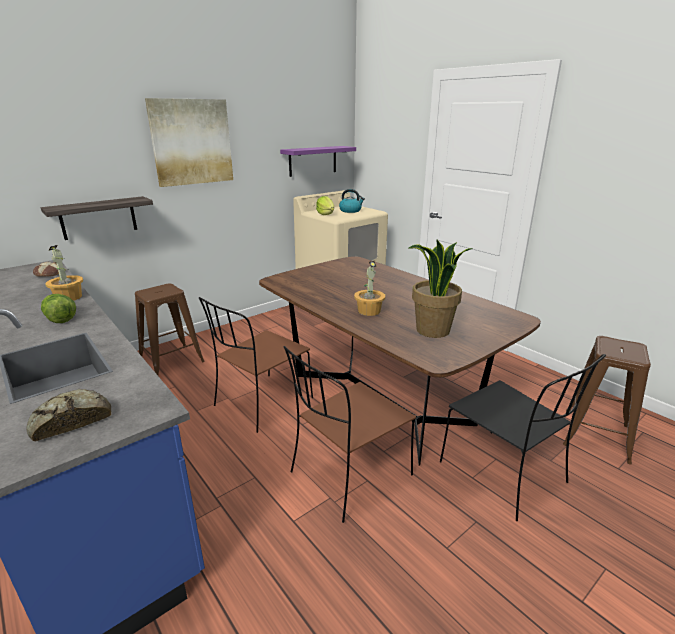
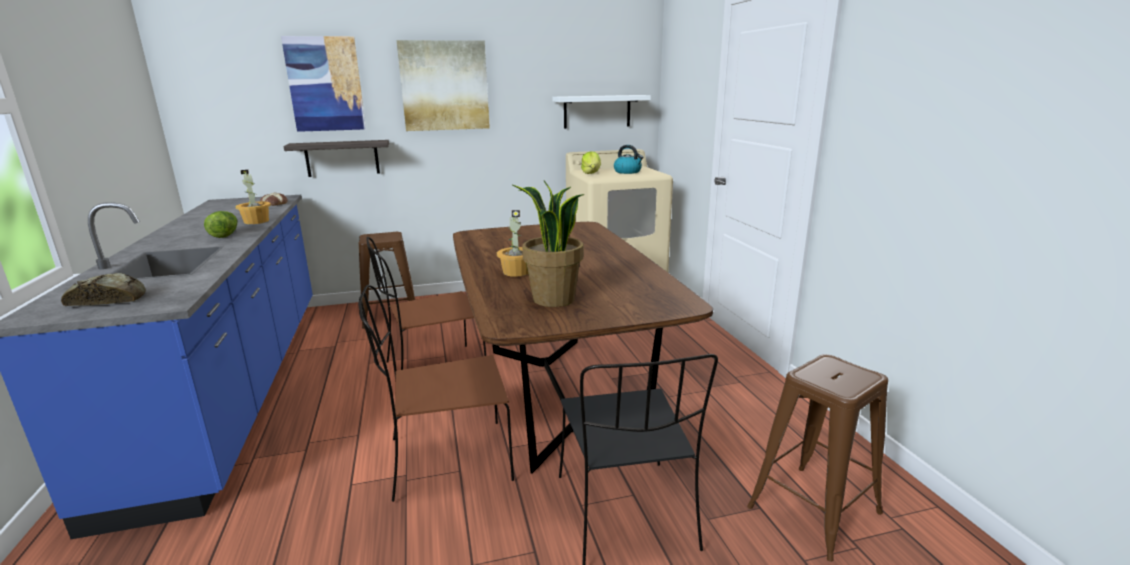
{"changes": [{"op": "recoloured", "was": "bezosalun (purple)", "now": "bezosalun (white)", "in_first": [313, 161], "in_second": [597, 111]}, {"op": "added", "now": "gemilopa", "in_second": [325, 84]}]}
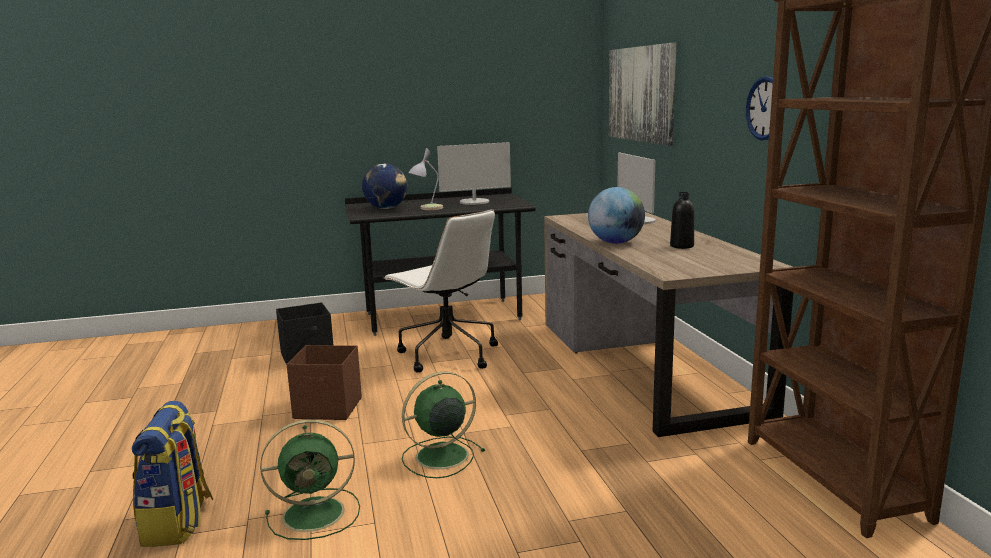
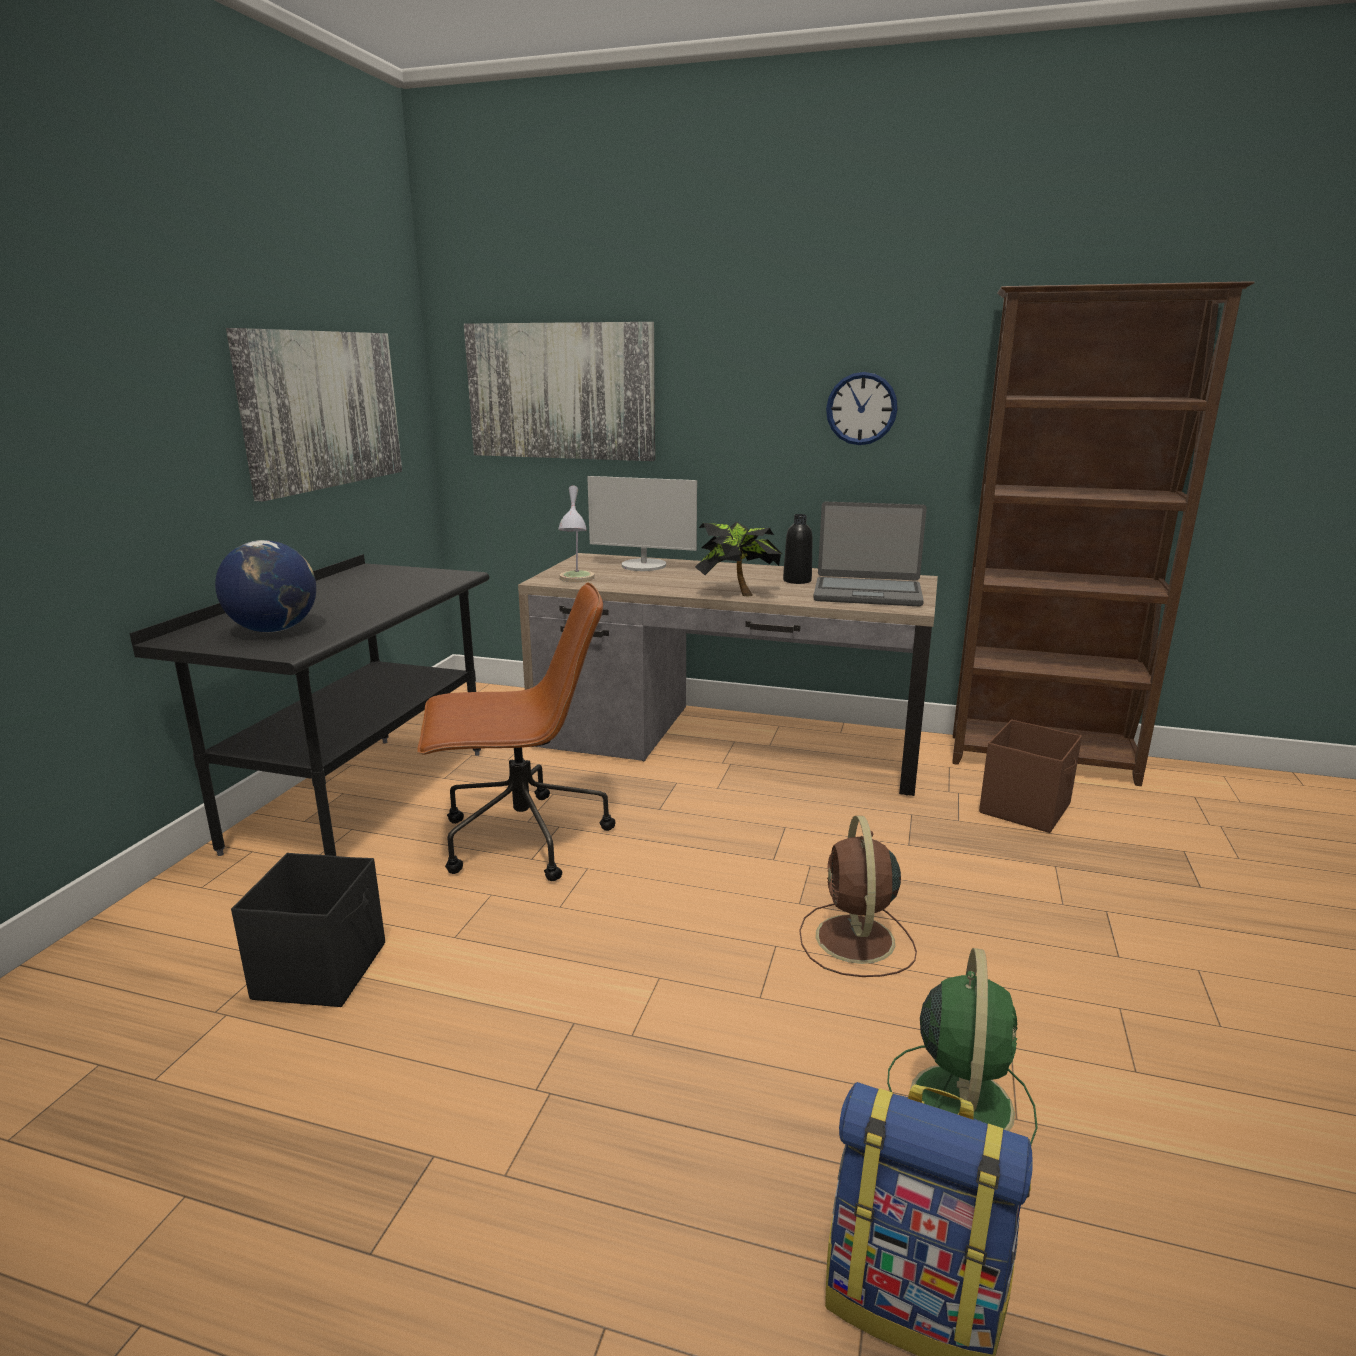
{"changes": [{"op": "moved", "was": "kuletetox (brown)", "in_first": [329, 408], "in_second": [1026, 808]}, {"op": "recoloured", "was": "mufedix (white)", "now": "mufedix (brown)", "in_first": [447, 354], "in_second": [521, 839]}, {"op": "recoloured", "was": "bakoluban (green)", "now": "bakoluban (brown)", "in_first": [439, 457], "in_second": [855, 941]}, {"op": "moved", "was": "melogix", "in_first": [426, 208], "in_second": [576, 580]}, {"op": "removed", "was": "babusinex", "in_first": [474, 202]}, {"op": "replaced", "was": "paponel", "now": "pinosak", "in_first": [615, 242], "in_second": [737, 593]}, {"op": "added", "now": "gemilopa", "in_second": [323, 410]}, {"op": "added", "now": "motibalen", "in_second": [867, 593]}]}
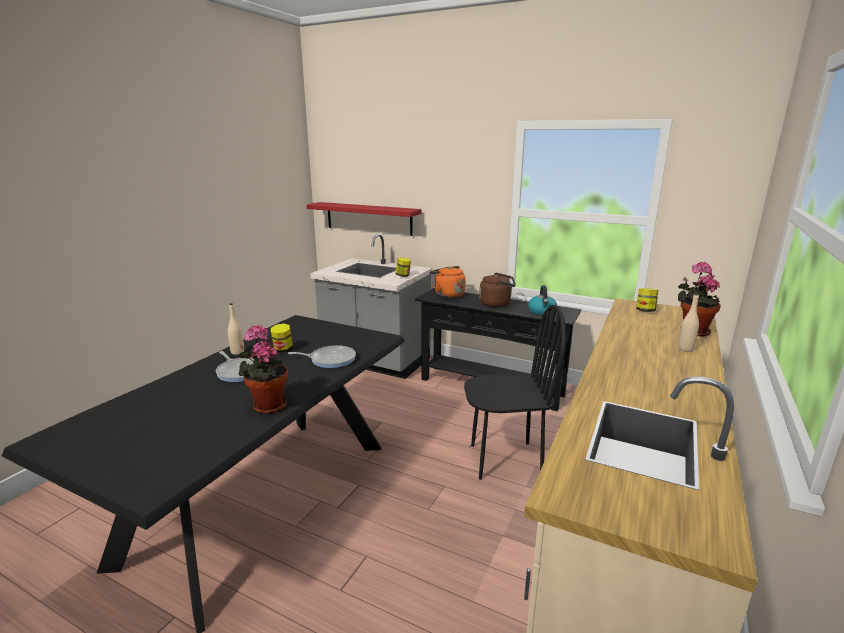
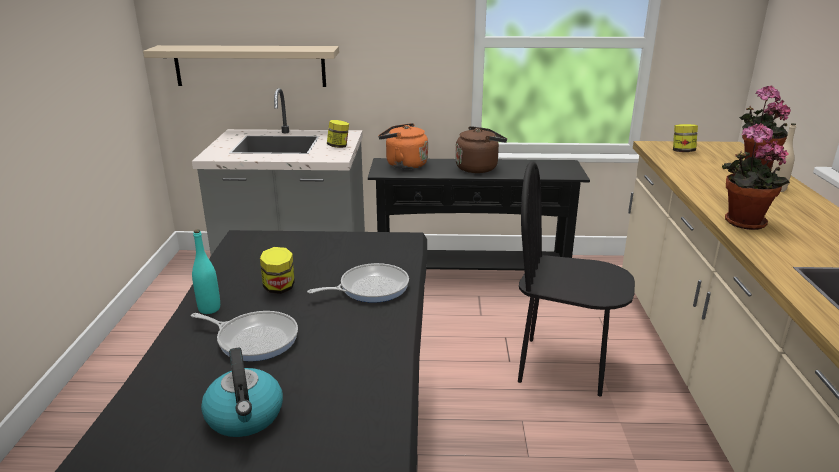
{"changes": [{"op": "recoloured", "was": "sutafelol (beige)", "now": "sutafelol (turquoise)", "in_first": [237, 352], "in_second": [209, 309]}, {"op": "moved", "was": "pinosak", "in_first": [267, 405], "in_second": [741, 222]}, {"op": "recoloured", "was": "bezosalun (red)", "now": "bezosalun (beige)", "in_first": [368, 218], "in_second": [250, 66]}, {"op": "turned", "was": "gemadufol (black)", "in_first": [505, 460], "in_second": [562, 366], "clockwise": -135}, {"op": "moved", "was": "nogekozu", "in_first": [542, 311], "in_second": [245, 417]}]}
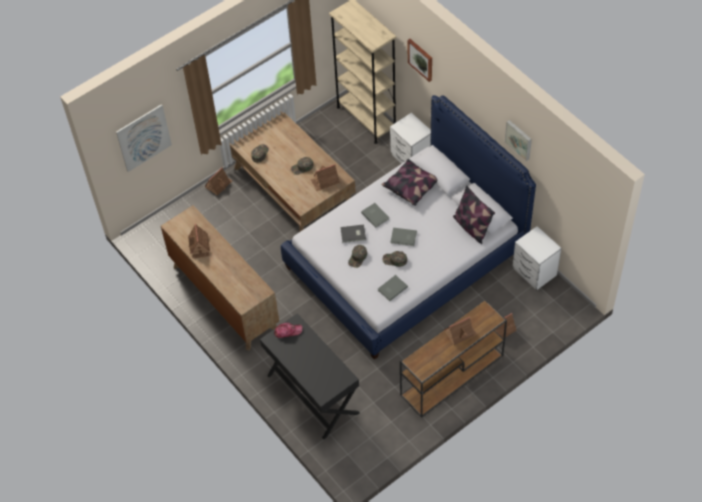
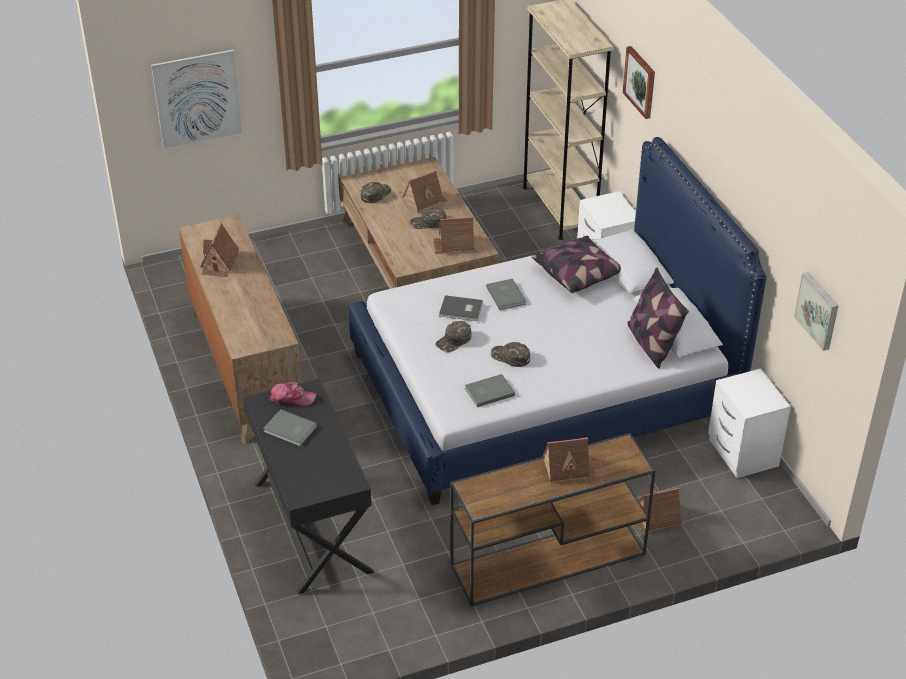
{"changes": [{"op": "moved", "was": "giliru", "in_first": [218, 185], "in_second": [425, 201]}, {"op": "moved", "was": "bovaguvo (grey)", "in_first": [404, 238], "in_second": [290, 430]}, {"op": "moved", "was": "gemilopa", "in_first": [519, 139], "in_second": [818, 310]}]}
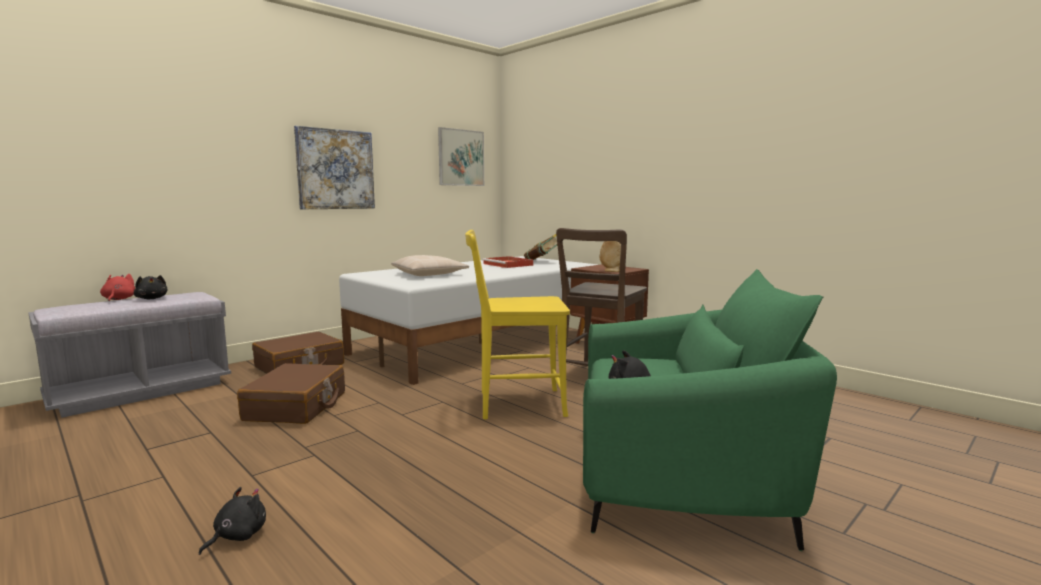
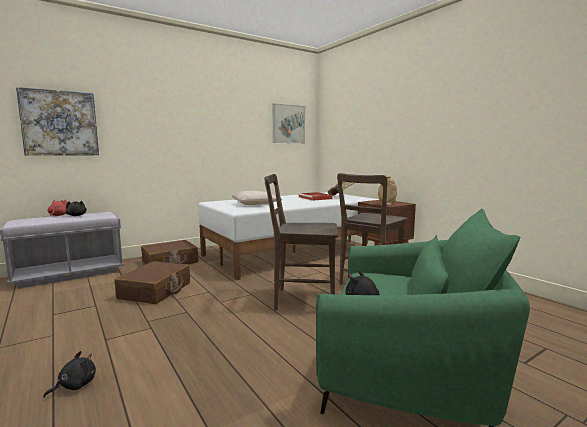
{"changes": [{"op": "moved", "was": "gemilopa", "in_first": [335, 169], "in_second": [60, 123]}, {"op": "recoloured", "was": "gemadufol (yellow)", "now": "gemadufol (brown)", "in_first": [516, 404], "in_second": [301, 299]}]}
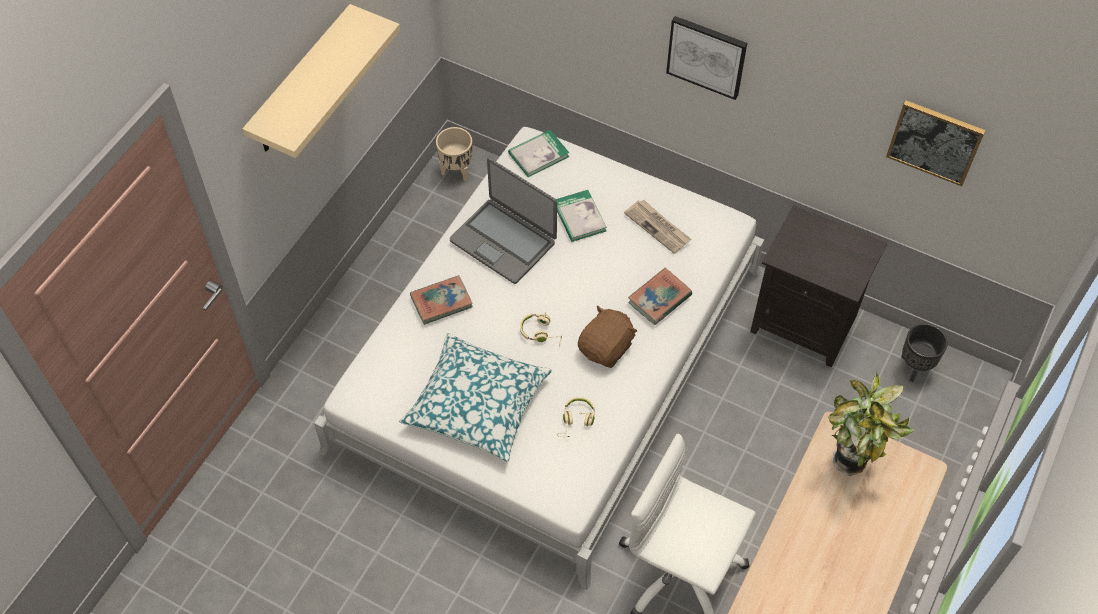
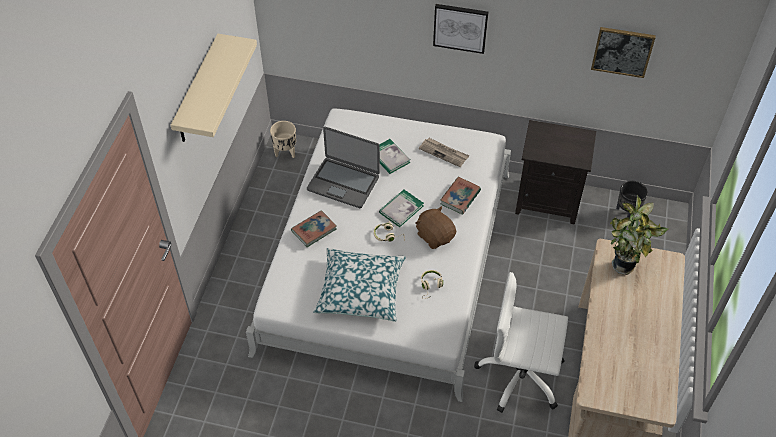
{"changes": [{"op": "moved", "was": "bovaguvo", "in_first": [538, 155], "in_second": [401, 209]}, {"op": "turned", "was": "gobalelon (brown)", "in_first": [606, 348], "in_second": [435, 236], "clockwise": -60}]}
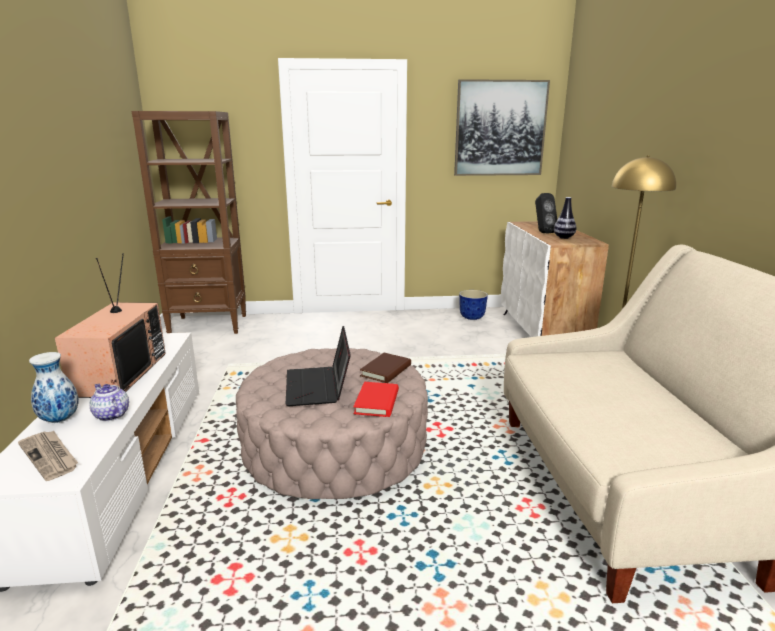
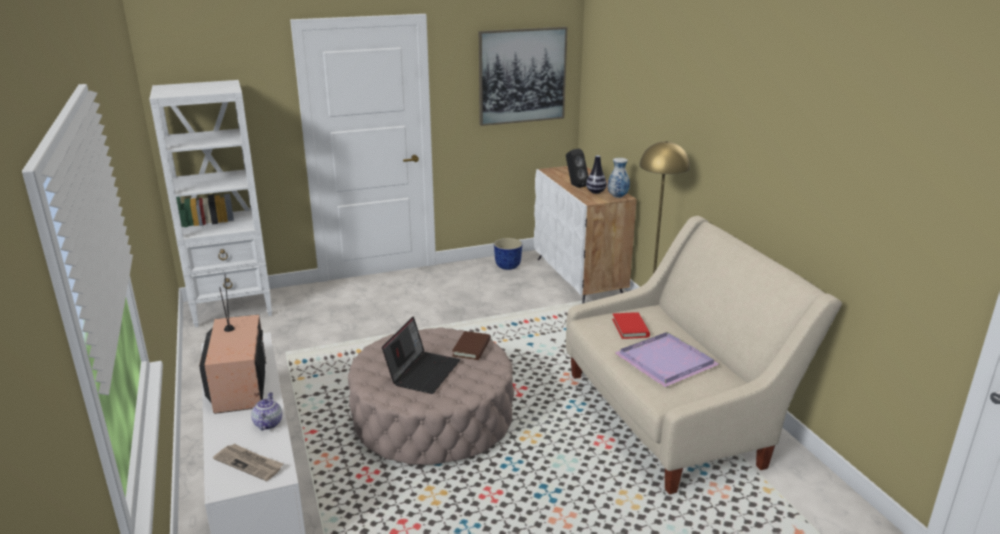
{"changes": [{"op": "moved", "was": "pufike", "in_first": [60, 419], "in_second": [617, 196]}, {"op": "turned", "was": "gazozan", "in_first": [111, 415], "in_second": [268, 423], "clockwise": 60}, {"op": "recoloured", "was": "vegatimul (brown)", "now": "vegatimul (white)", "in_first": [209, 325], "in_second": [233, 308]}, {"op": "turned", "was": "motibalen", "in_first": [318, 387], "in_second": [423, 371], "clockwise": -135}, {"op": "moved", "was": "bovaguvo (red)", "in_first": [377, 402], "in_second": [630, 328]}, {"op": "added", "now": "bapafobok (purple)", "in_second": [663, 361]}]}
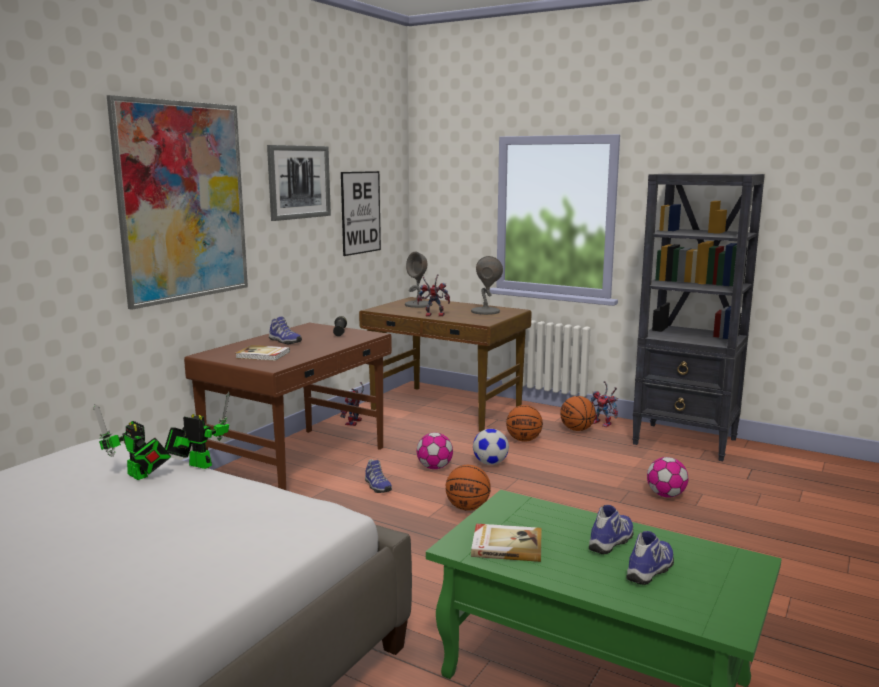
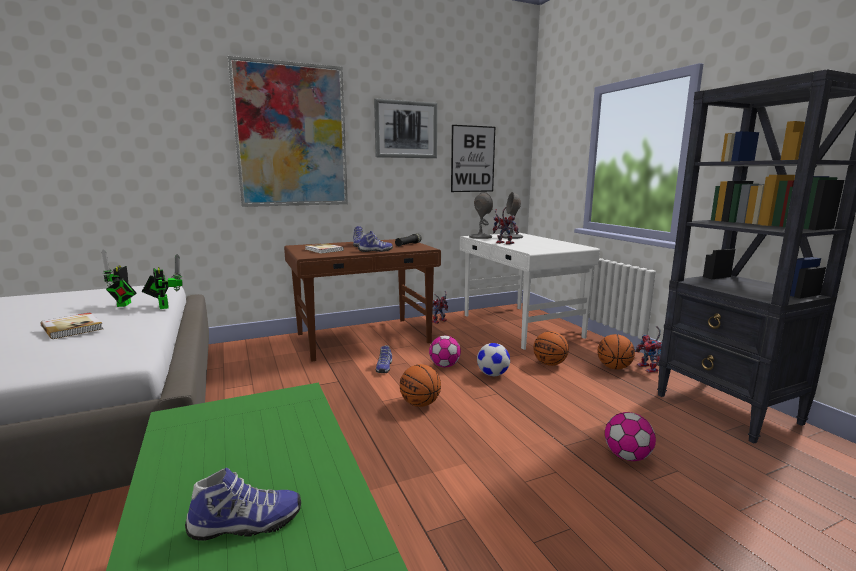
{"changes": [{"op": "recoloured", "was": "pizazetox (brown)", "now": "pizazetox (white)", "in_first": [446, 409], "in_second": [520, 326]}, {"op": "moved", "was": "melogix (grey)", "in_first": [485, 311], "in_second": [480, 237]}, {"op": "moved", "was": "bovaguvo", "in_first": [506, 545], "in_second": [73, 327]}, {"op": "moved", "was": "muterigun", "in_first": [612, 541], "in_second": [375, 251]}]}
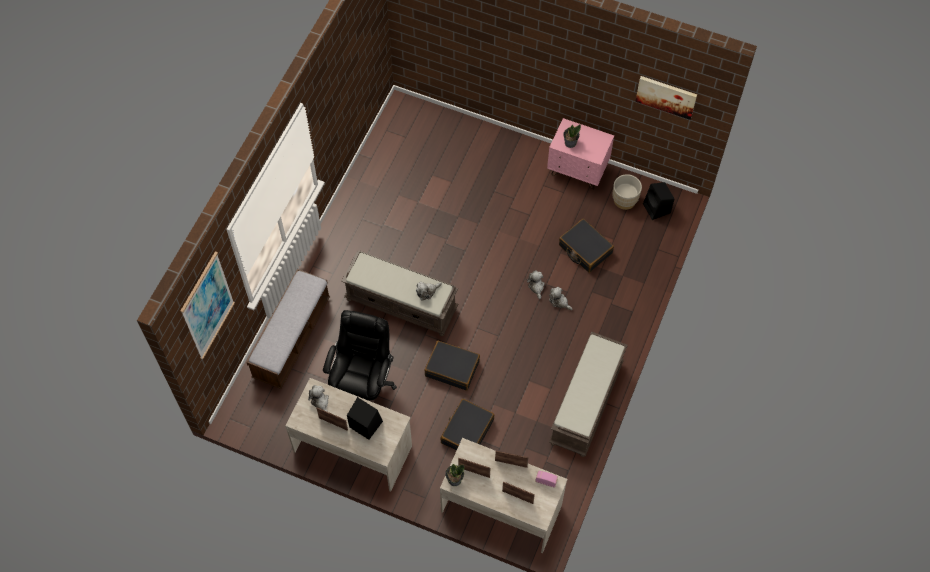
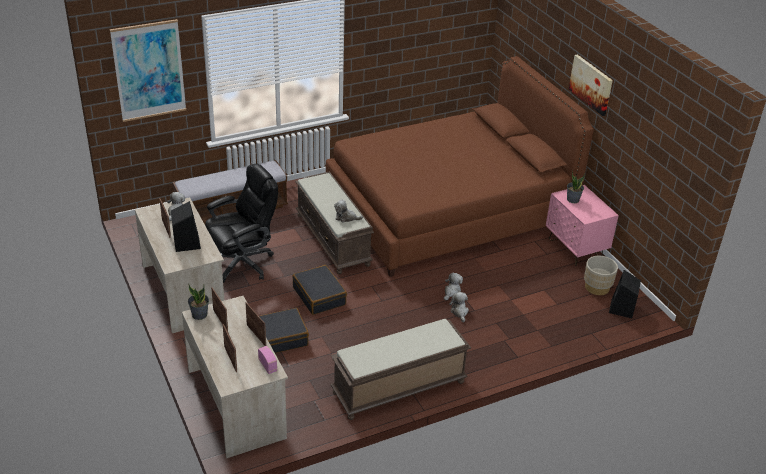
{"changes": [{"op": "removed", "was": "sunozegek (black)", "in_first": [585, 249]}, {"op": "moved", "was": "gemilopa", "in_first": [666, 96], "in_second": [591, 84]}, {"op": "added", "now": "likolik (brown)", "in_second": [448, 210]}]}
